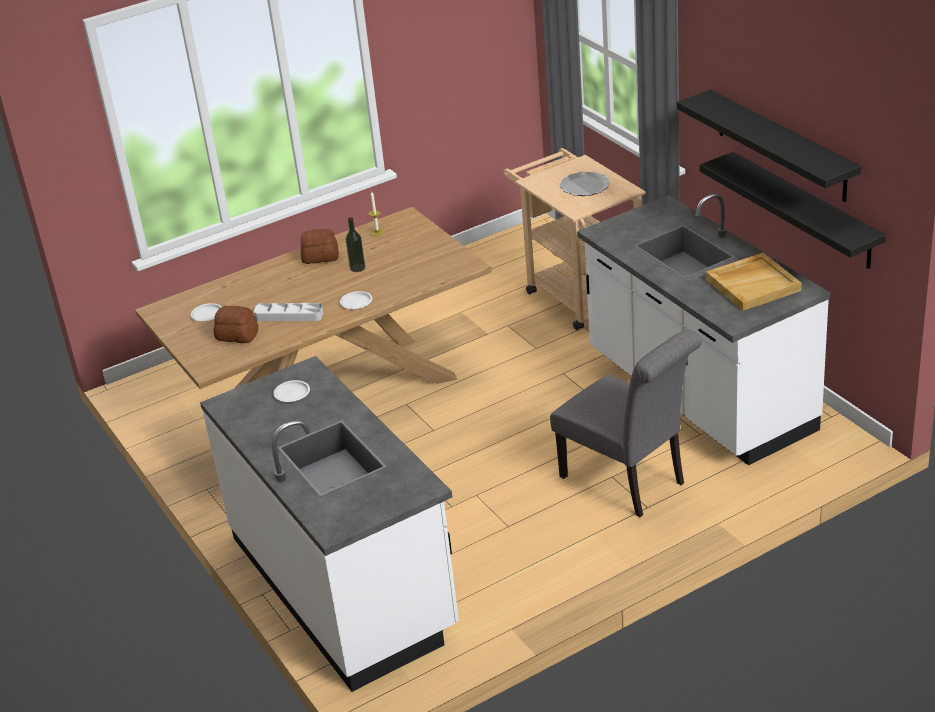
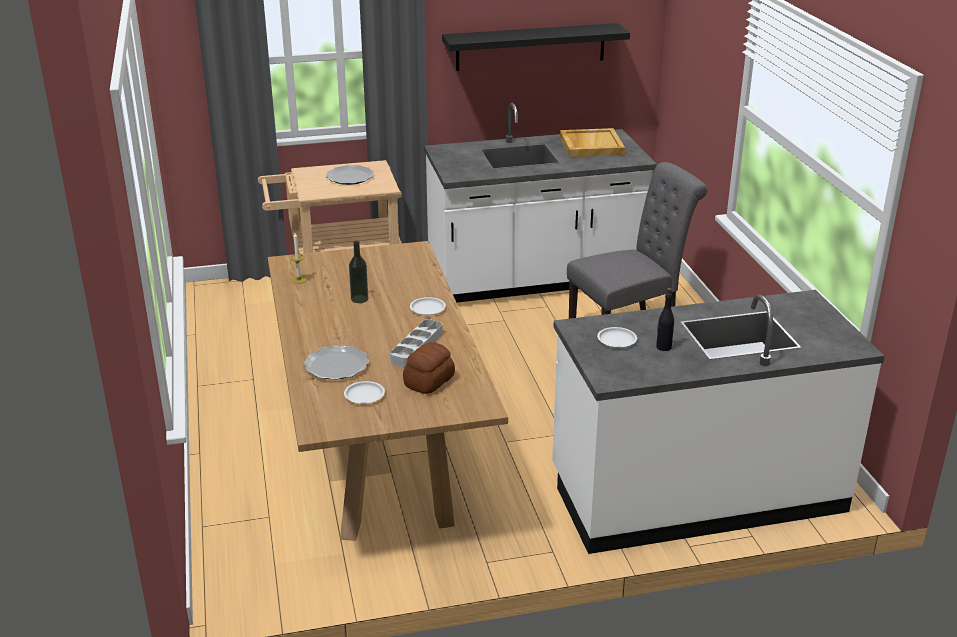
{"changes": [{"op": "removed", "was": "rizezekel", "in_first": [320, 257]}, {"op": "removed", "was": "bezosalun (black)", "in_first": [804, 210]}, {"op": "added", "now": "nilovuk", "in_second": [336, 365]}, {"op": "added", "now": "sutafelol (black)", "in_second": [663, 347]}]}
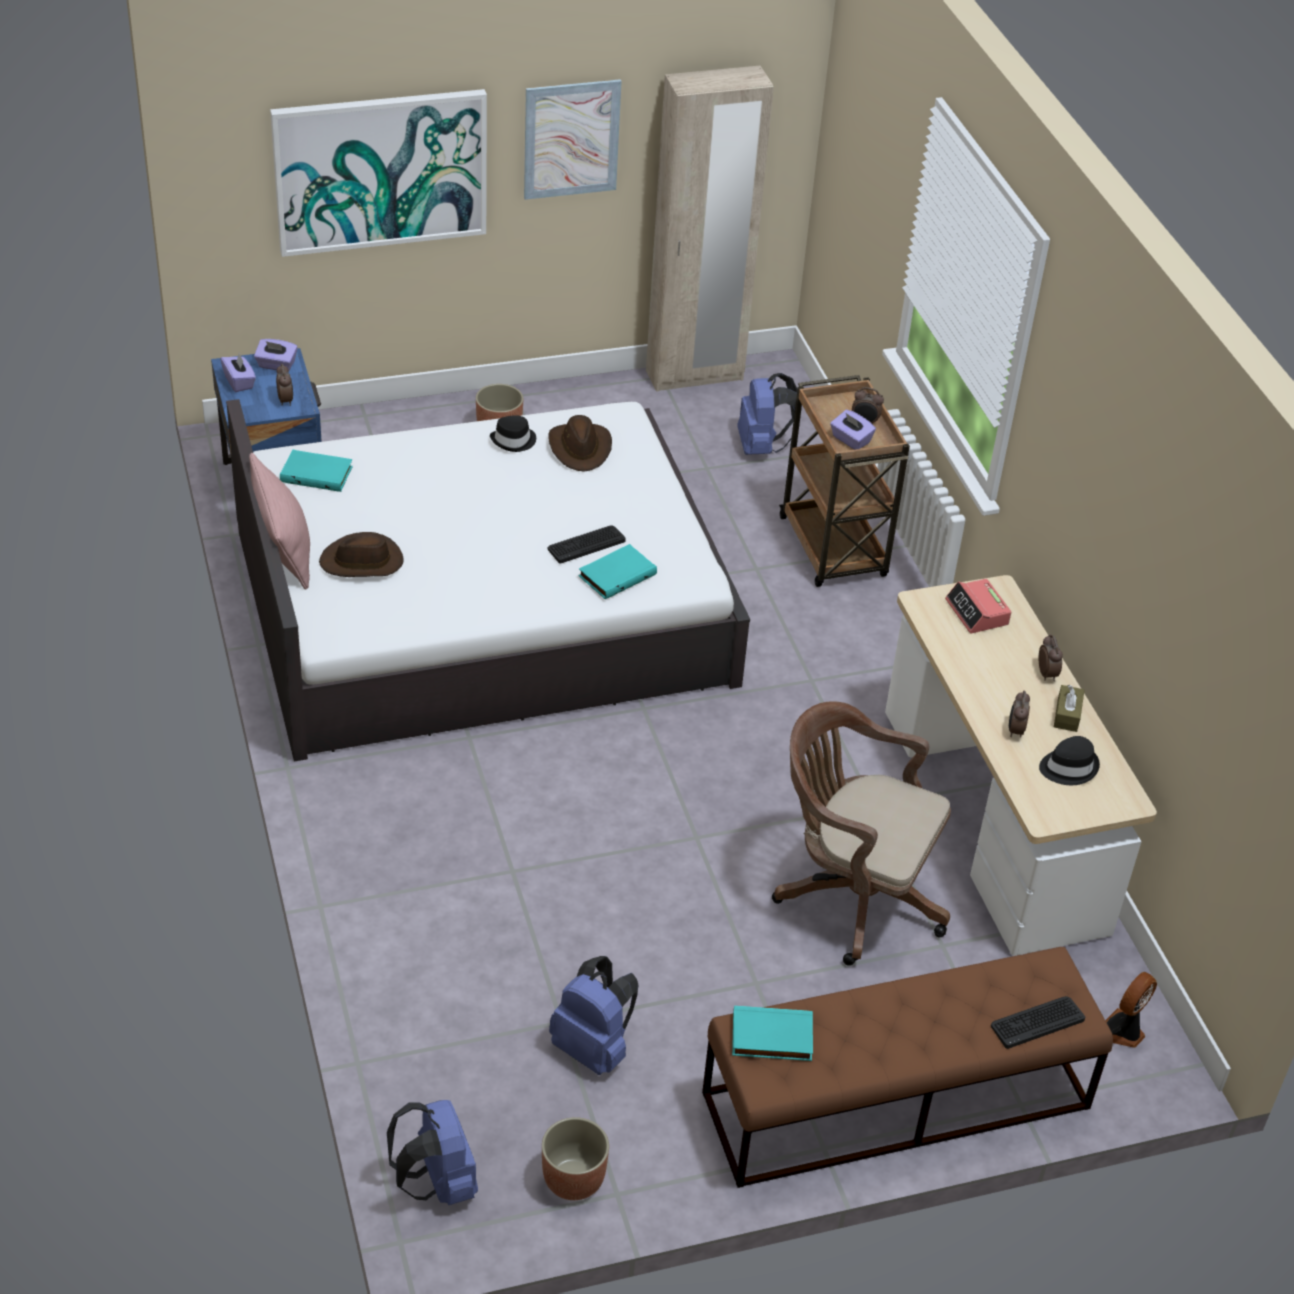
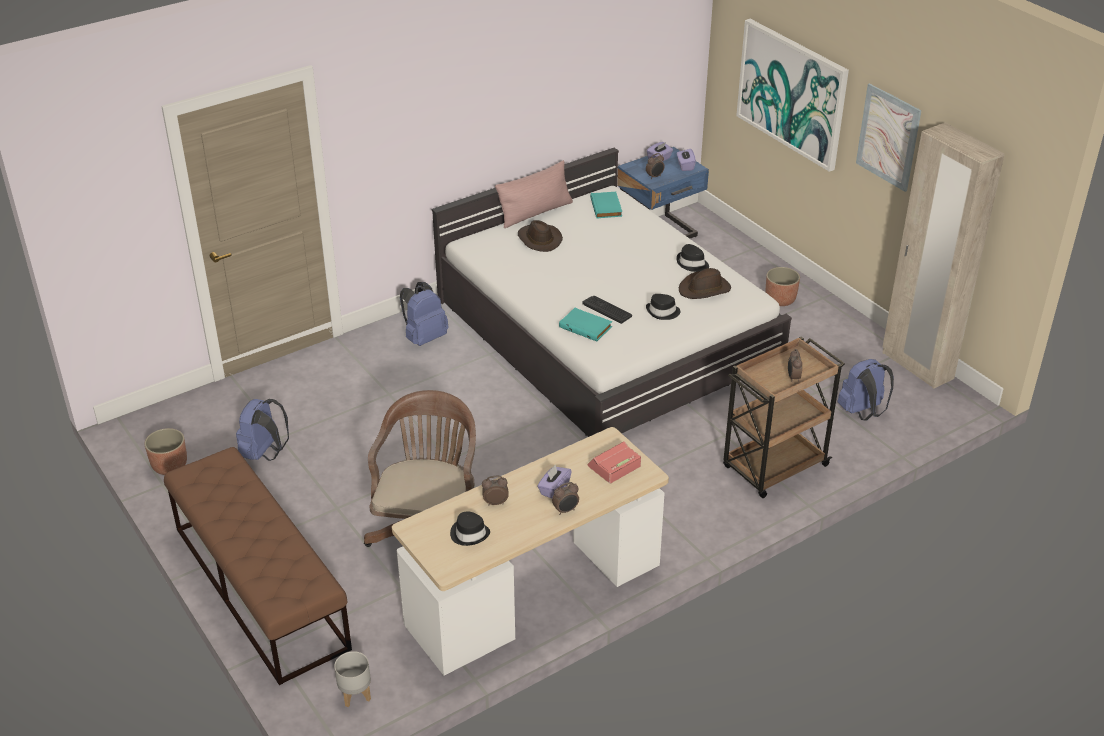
{"changes": [{"op": "moved", "was": "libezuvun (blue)", "in_first": [437, 1182], "in_second": [424, 337]}, {"op": "removed", "was": "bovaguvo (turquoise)", "in_first": [771, 1038]}, {"op": "moved", "was": "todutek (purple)", "in_first": [850, 440], "in_second": [554, 489]}, {"op": "removed", "was": "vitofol", "in_first": [1037, 1022]}, {"op": "removed", "was": "todutek (brown)", "in_first": [1067, 715]}, {"op": "replaced", "was": "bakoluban", "now": "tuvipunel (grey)", "in_first": [1122, 1031], "in_second": [354, 694]}, {"op": "added", "now": "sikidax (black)", "in_second": [663, 312]}]}
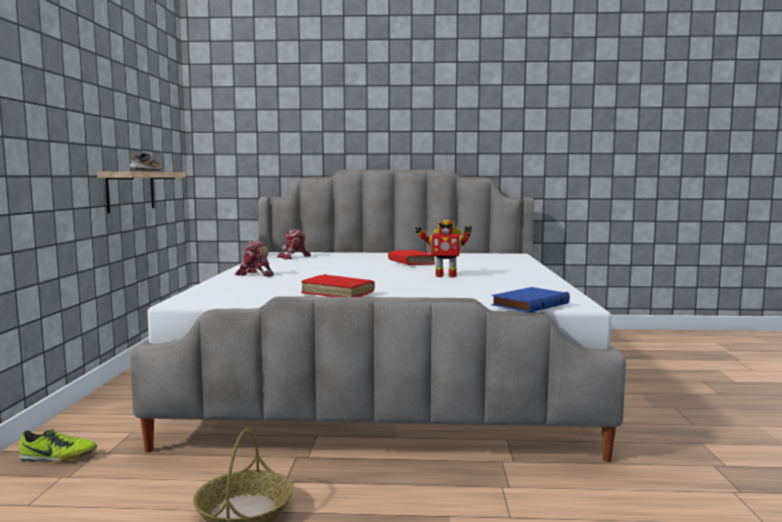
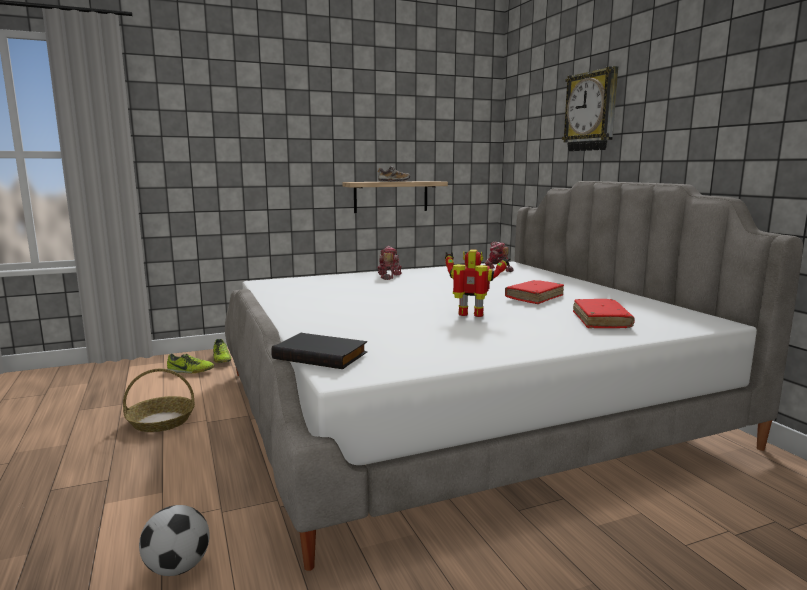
{"changes": [{"op": "moved", "was": "bovaguvo (red)", "in_first": [338, 294], "in_second": [601, 321]}, {"op": "turned", "was": "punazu", "in_first": [445, 275], "in_second": [471, 315], "clockwise": 120}, {"op": "recoloured", "was": "bovaguvo (blue)", "now": "bovaguvo (black)", "in_first": [529, 304], "in_second": [322, 355]}, {"op": "added", "now": "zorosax", "in_second": [177, 568]}, {"op": "added", "now": "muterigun", "in_second": [190, 371]}, {"op": "added", "now": "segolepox", "in_second": [591, 111]}]}
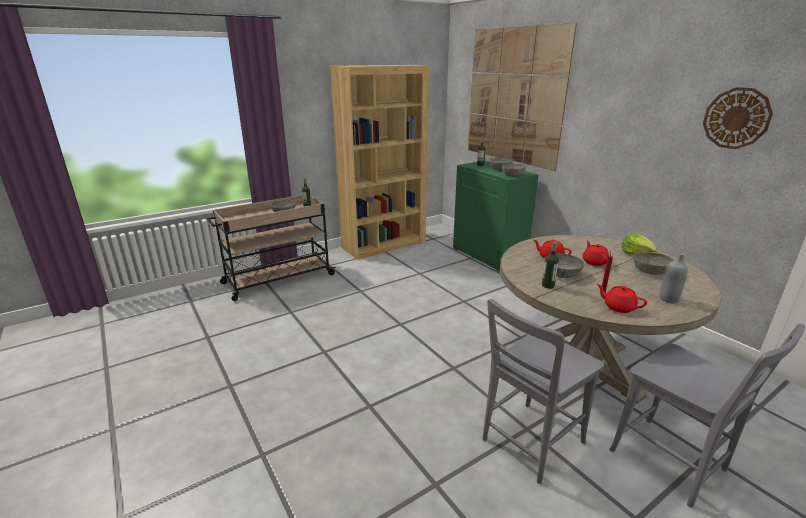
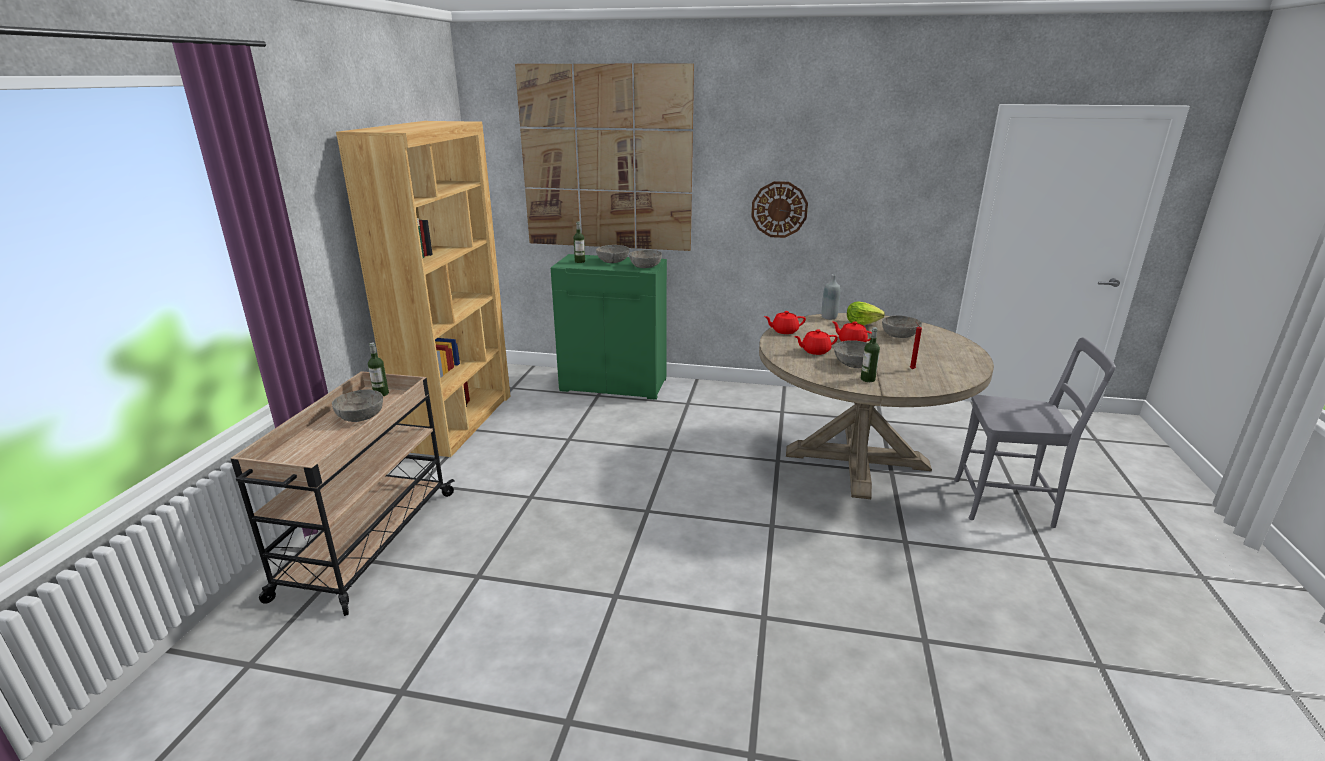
{"changes": [{"op": "removed", "was": "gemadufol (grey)", "in_first": [529, 443]}, {"op": "moved", "was": "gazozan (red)", "in_first": [618, 307], "in_second": [784, 331]}, {"op": "moved", "was": "sutafelol (grey)", "in_first": [668, 299], "in_second": [829, 317]}, {"op": "moved", "was": "segolepox", "in_first": [736, 118], "in_second": [779, 209]}]}
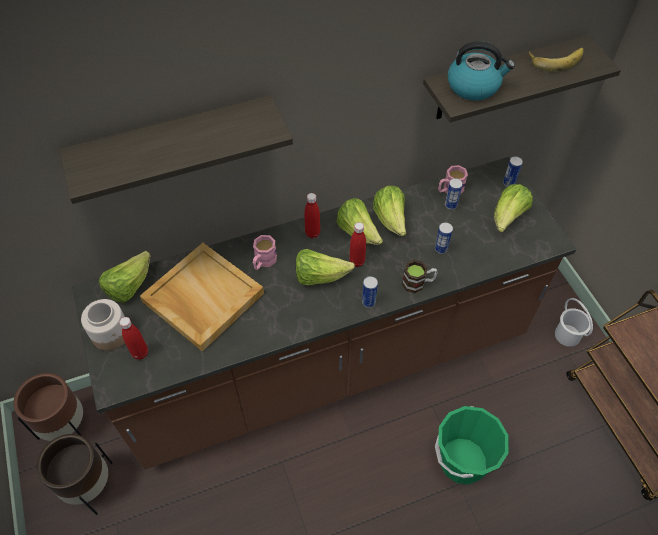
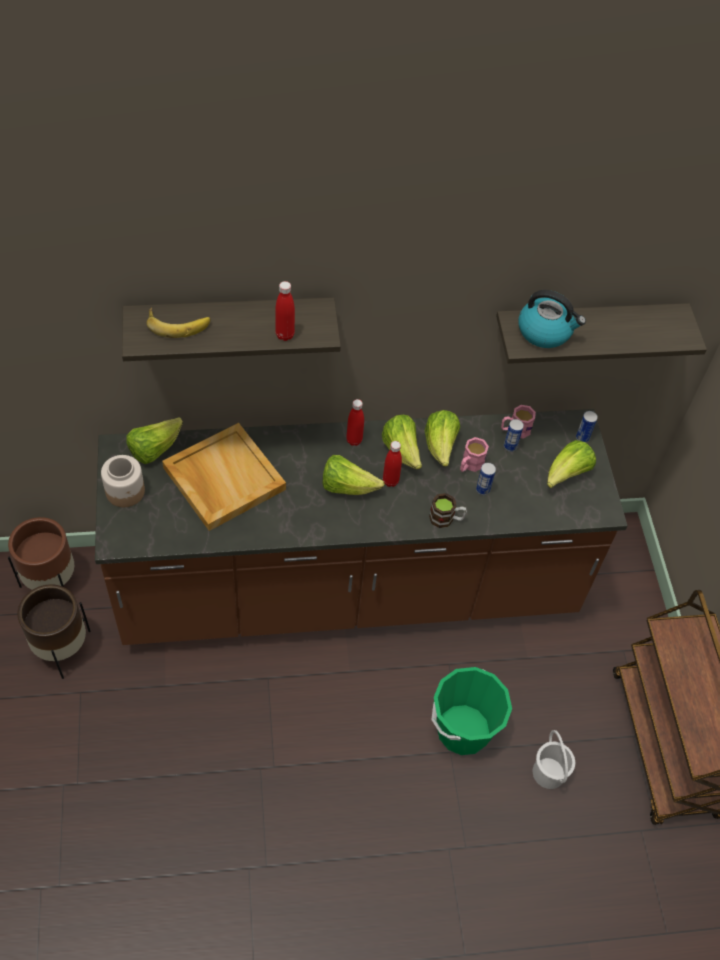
{"changes": [{"op": "moved", "was": "sutafelol (red)", "in_first": [140, 353], "in_second": [285, 335]}, {"op": "moved", "was": "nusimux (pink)", "in_first": [263, 262], "in_second": [470, 465]}, {"op": "removed", "was": "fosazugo", "in_first": [368, 302]}, {"op": "moved", "was": "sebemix", "in_first": [555, 59], "in_second": [178, 323]}, {"op": "moved", "was": "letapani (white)", "in_first": [567, 334], "in_second": [549, 772]}]}
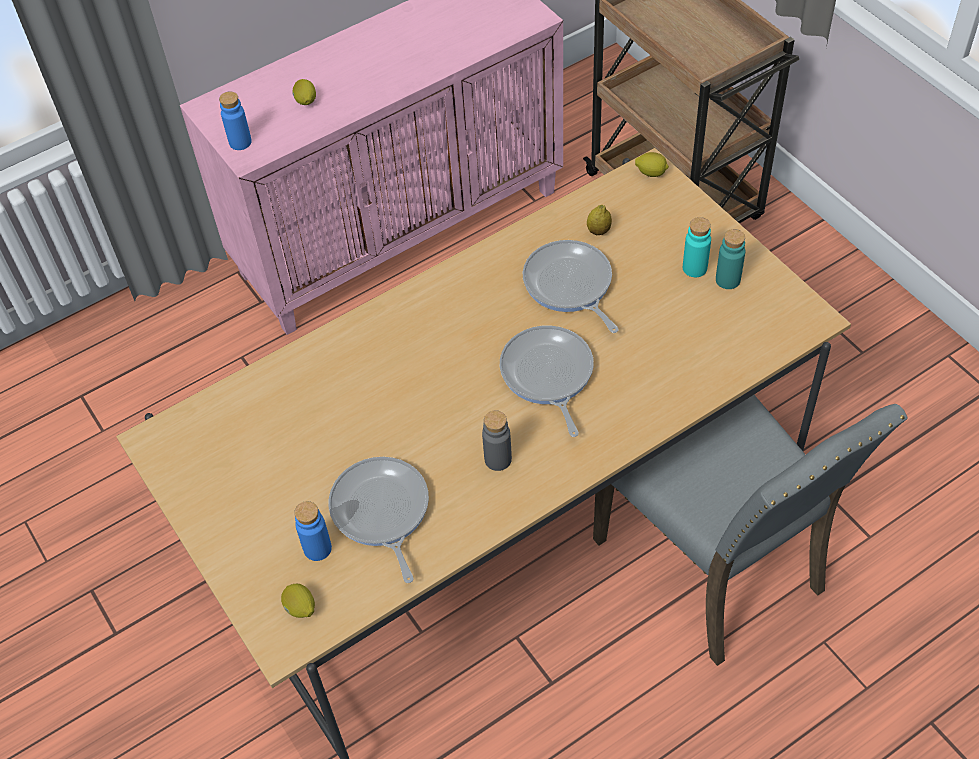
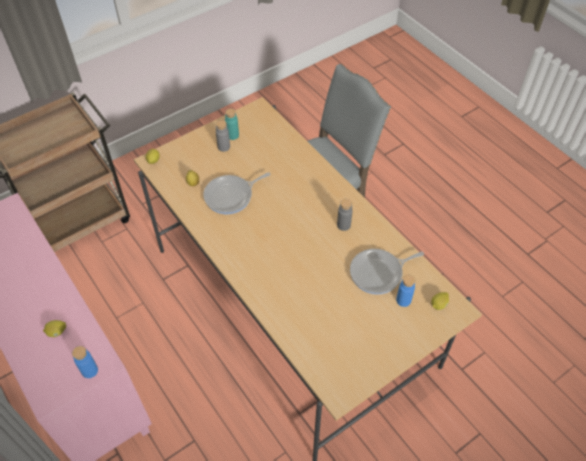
{"changes": [{"op": "removed", "was": "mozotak", "in_first": [547, 375]}, {"op": "recoloured", "was": "sutafelol (turquoise)", "now": "sutafelol (grey)", "in_first": [694, 268], "in_second": [224, 147]}]}
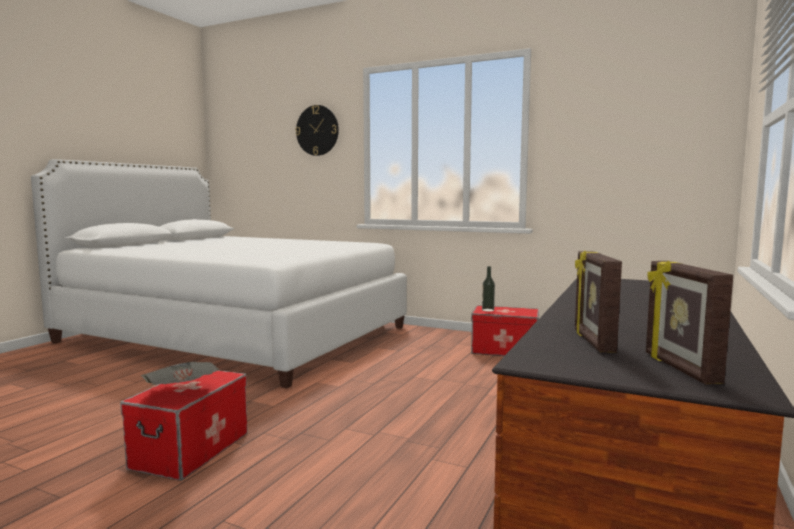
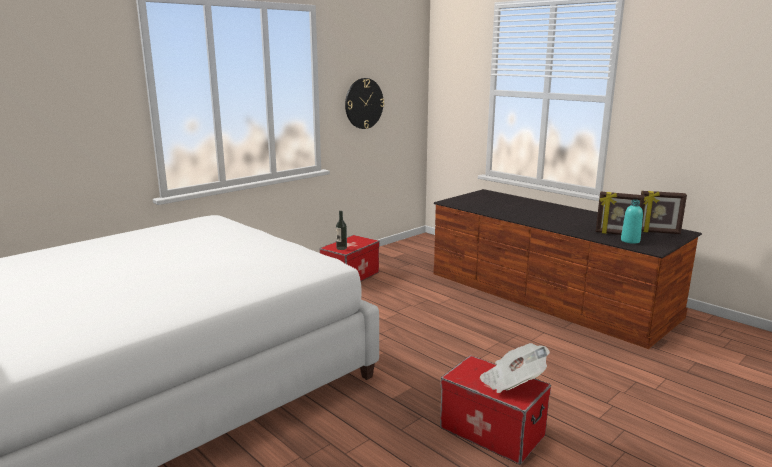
{"changes": [{"op": "moved", "was": "segolepox", "in_first": [317, 130], "in_second": [364, 103]}, {"op": "added", "now": "sutafelol (turquoise)", "in_second": [630, 241]}]}
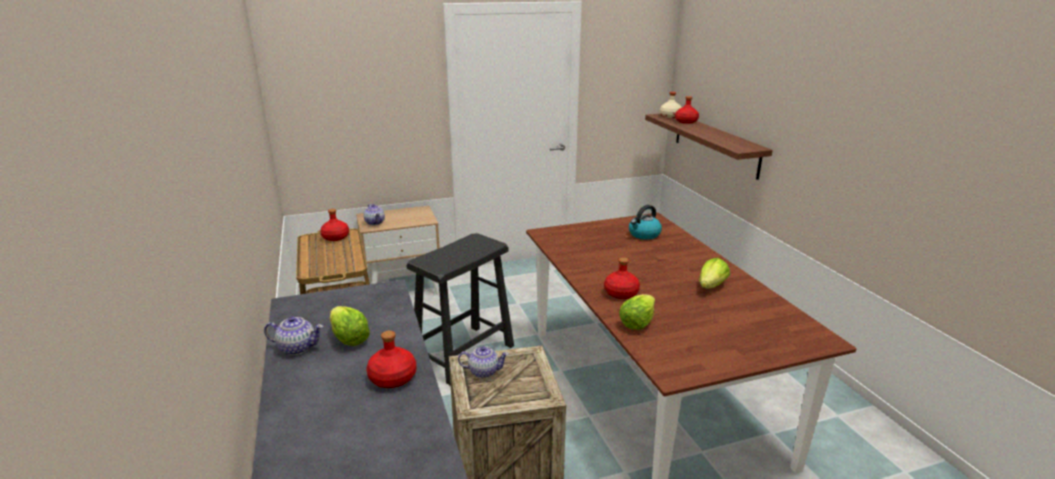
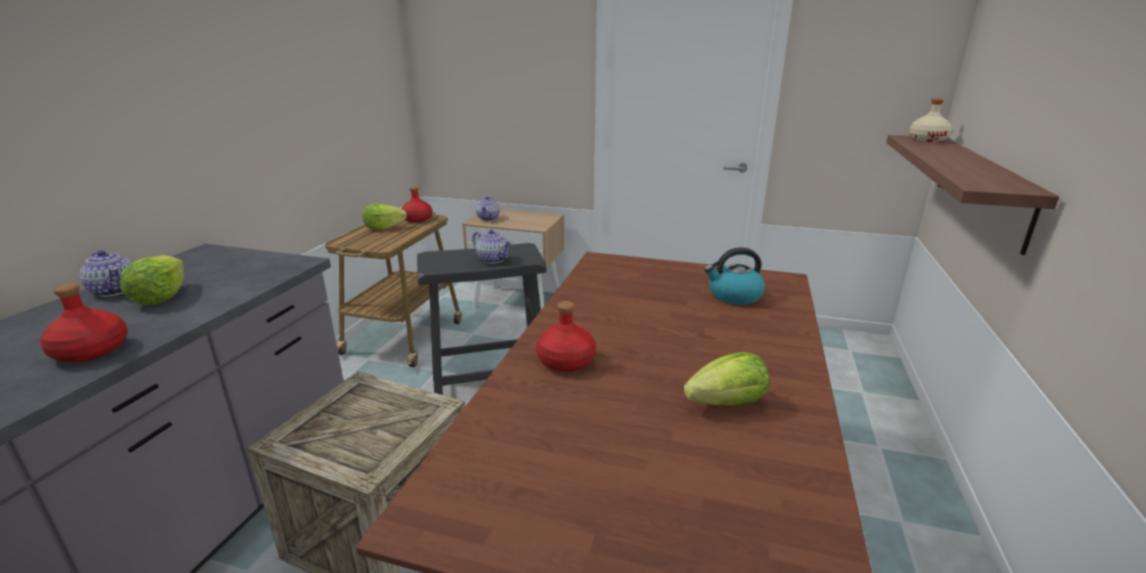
{"changes": [{"op": "moved", "was": "gazozan", "in_first": [483, 371], "in_second": [493, 259]}, {"op": "moved", "was": "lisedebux", "in_first": [637, 323], "in_second": [383, 228]}, {"op": "removed", "was": "sutafelol (red)", "in_first": [686, 121]}]}
